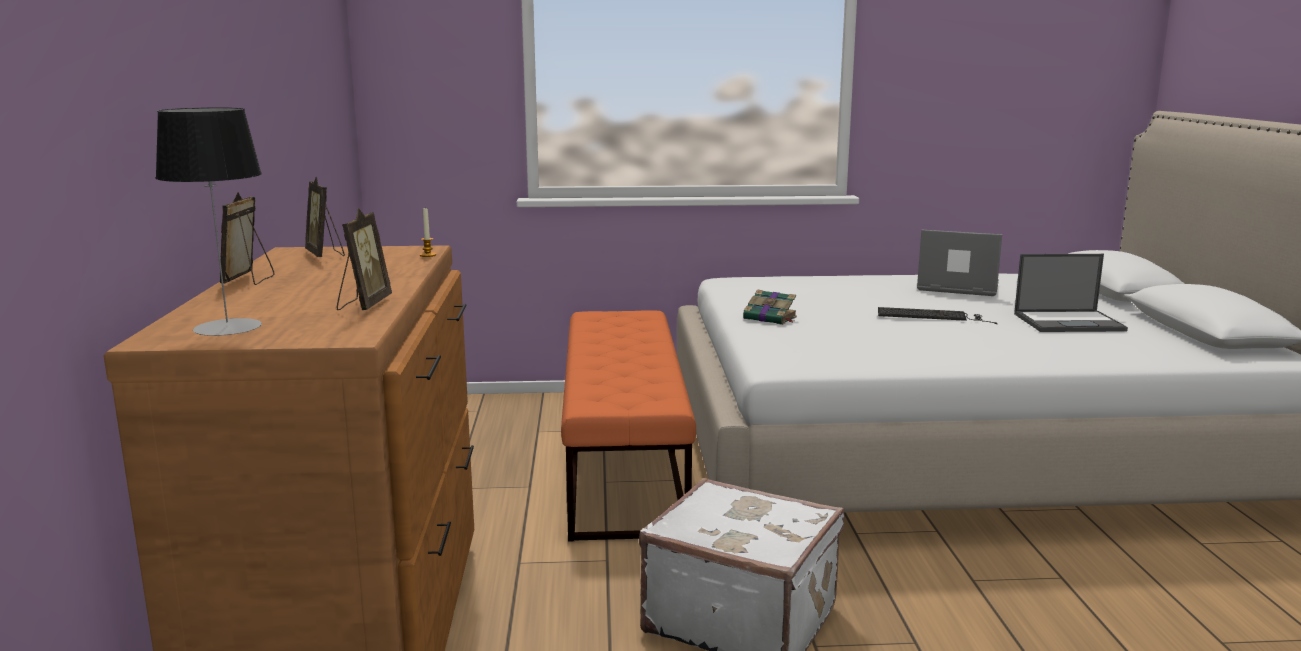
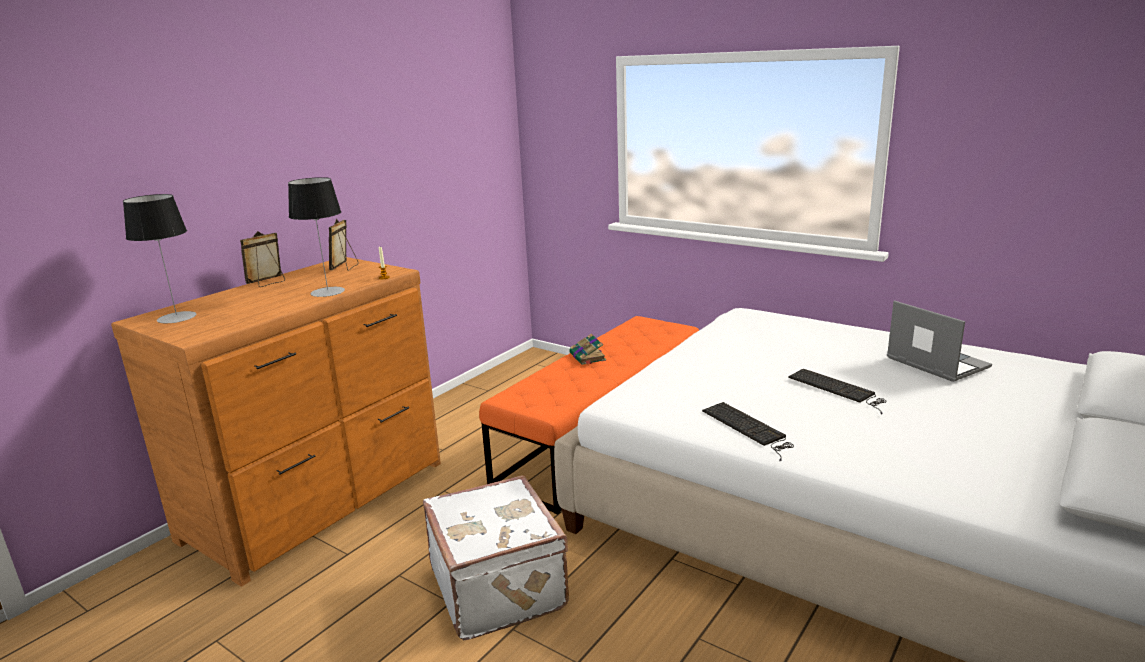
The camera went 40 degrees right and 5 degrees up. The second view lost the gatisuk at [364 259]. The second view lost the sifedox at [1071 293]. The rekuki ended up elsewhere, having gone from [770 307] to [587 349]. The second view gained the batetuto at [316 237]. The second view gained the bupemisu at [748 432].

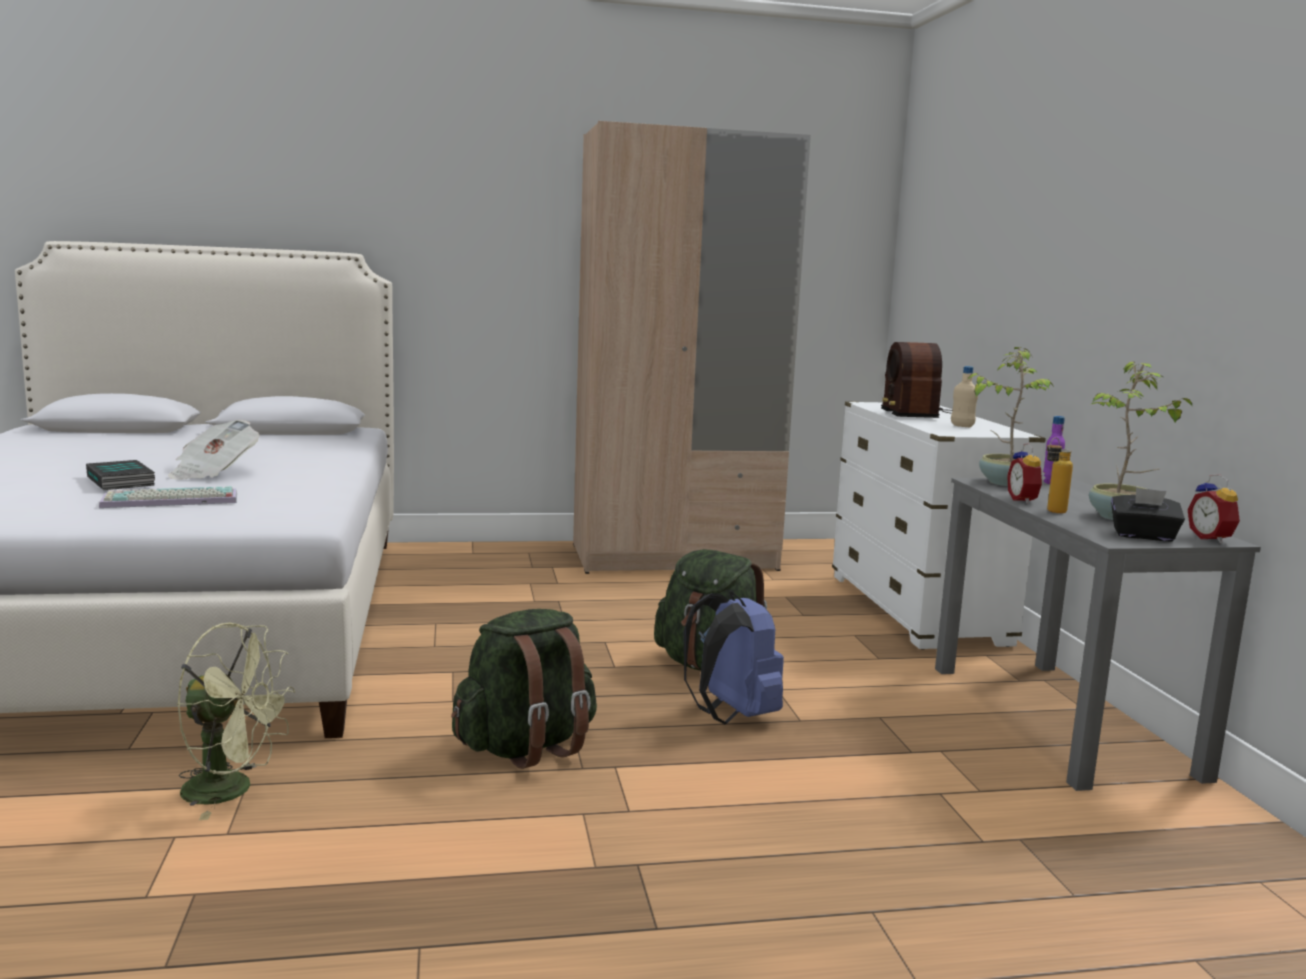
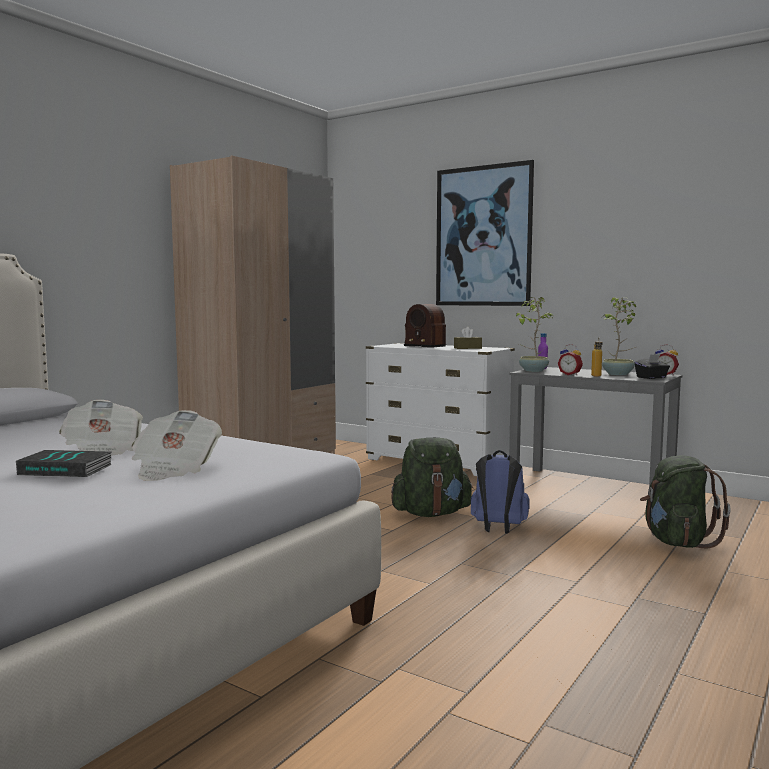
The camera went 45 degrees left and 5 degrees down. Where the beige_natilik stood at [964 396], the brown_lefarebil came to stand at [468 338]. Where the bupemisu stood at [168 497], the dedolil came to stand at [176 445]. The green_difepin ended up elsewhere, having gone from [524 689] to [685 501]. The second view lost the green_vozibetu at [236 721]. The second view gained the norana at [485 233].

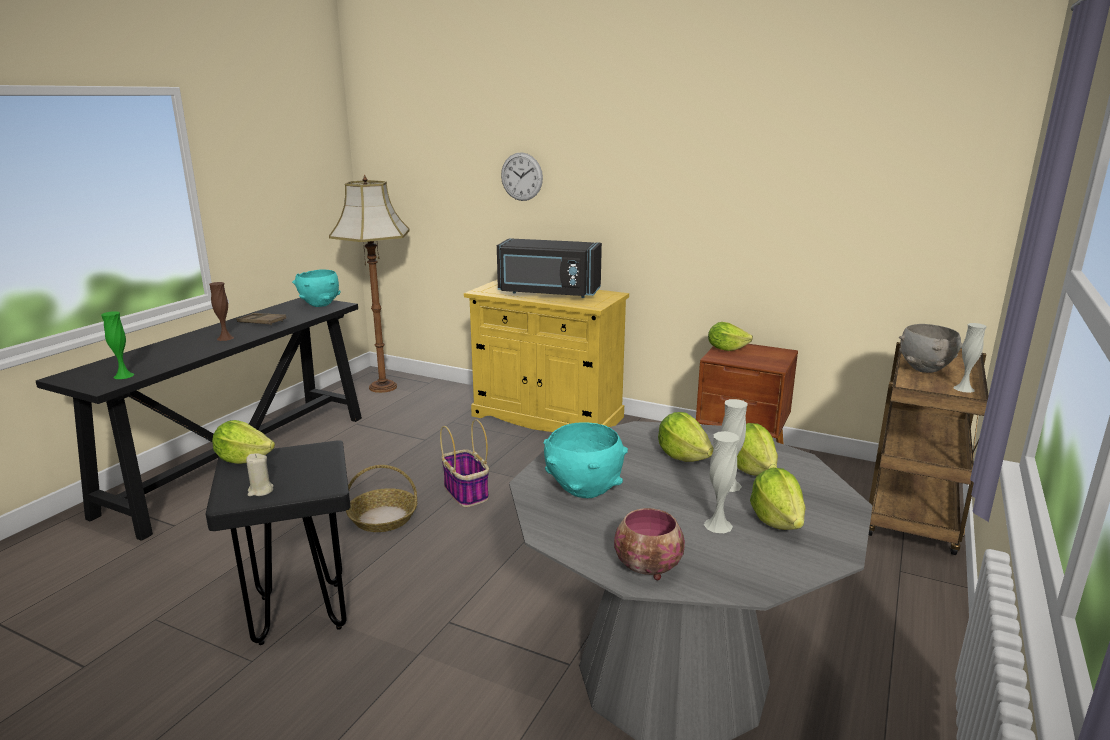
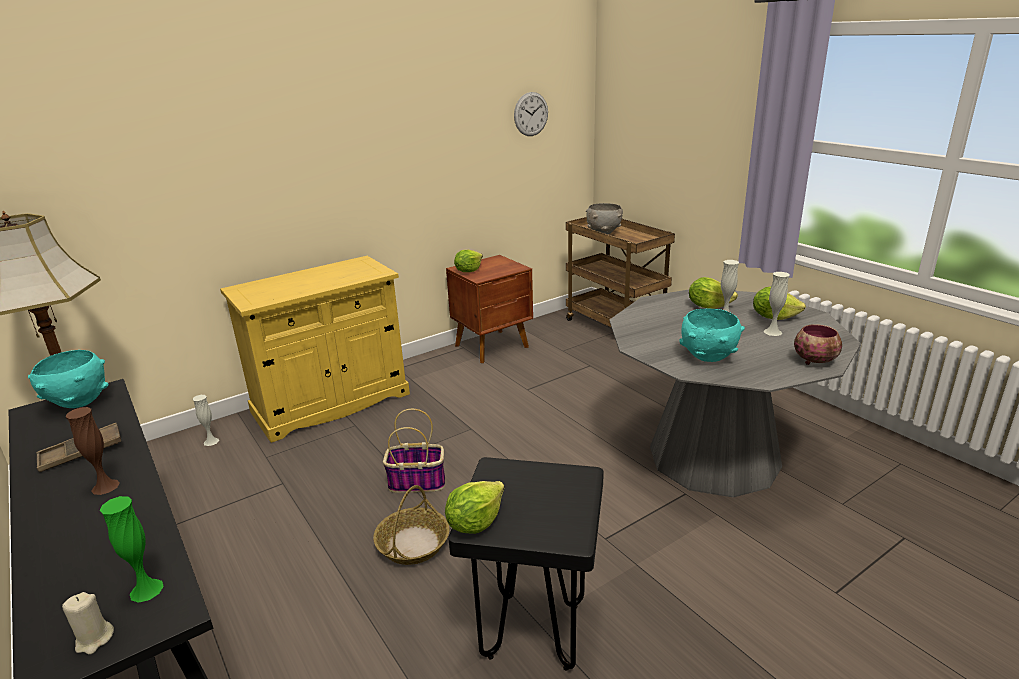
The camera went 60 degrees left and 5 degrees up. The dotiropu ended up elsewhere, having gone from [522 176] to [531 114]. The second view lost the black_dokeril at [549 268]. The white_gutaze ended up elsewhere, having gone from [970 358] to [205 420]. The second view lost the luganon at [686 437]. The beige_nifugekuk ended up elsewhere, having gone from [260 474] to [88 623].

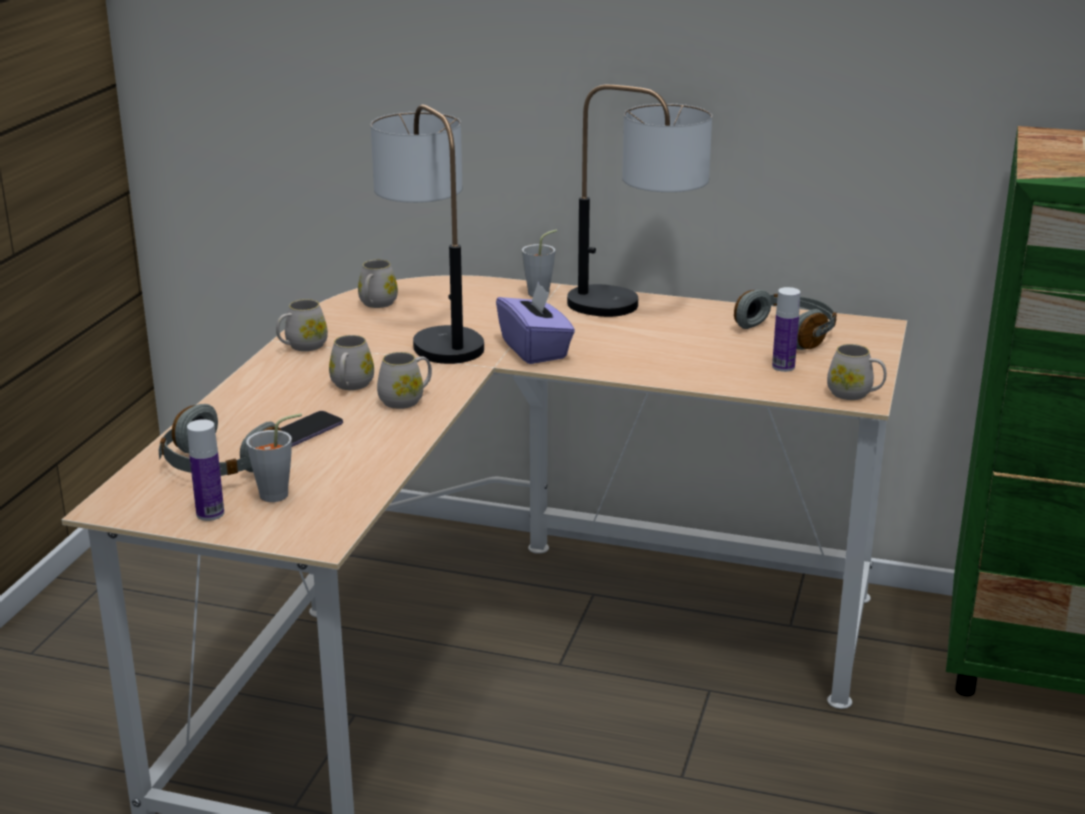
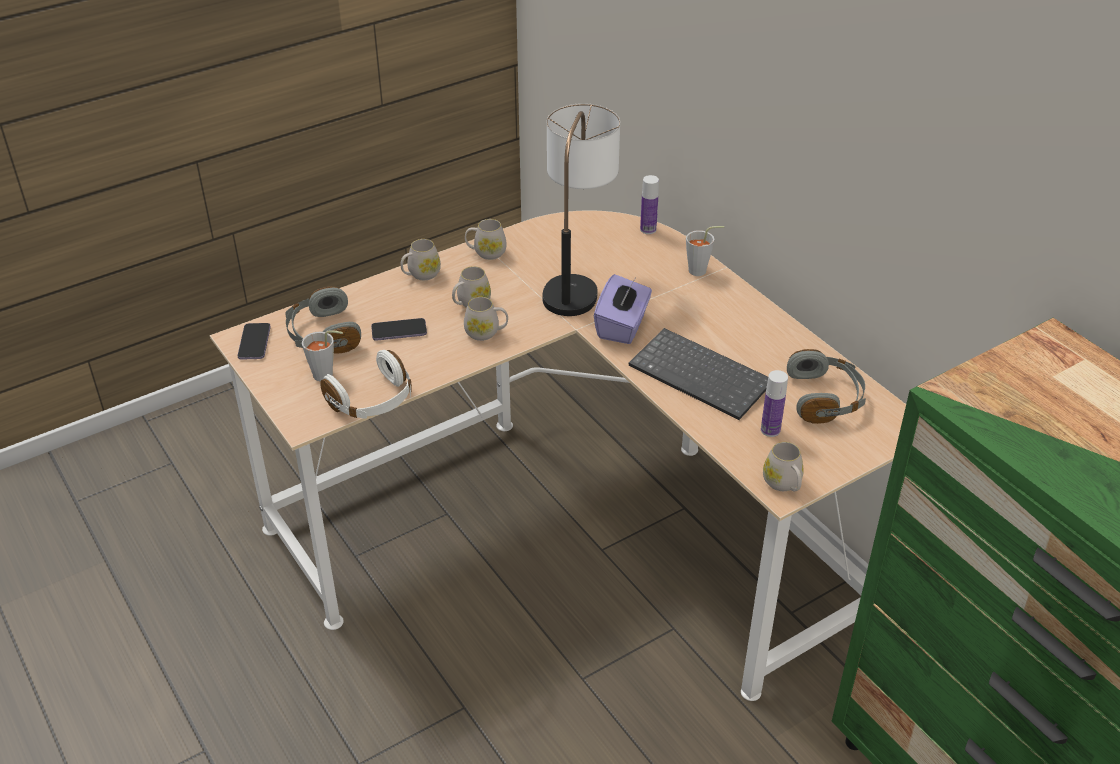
The camera went 40 degrees right and 15 degrees up. The second view lost the batetuto at [639 201]. The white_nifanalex ended up elsewhere, having gone from [378 284] to [420 259]. The natilik ended up elsewhere, having gone from [205 470] to [649 204]. The second view gained the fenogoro at [254 341]. The second view gained the bupemisu at [698 374]. The second view gained the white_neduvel at [366 384].

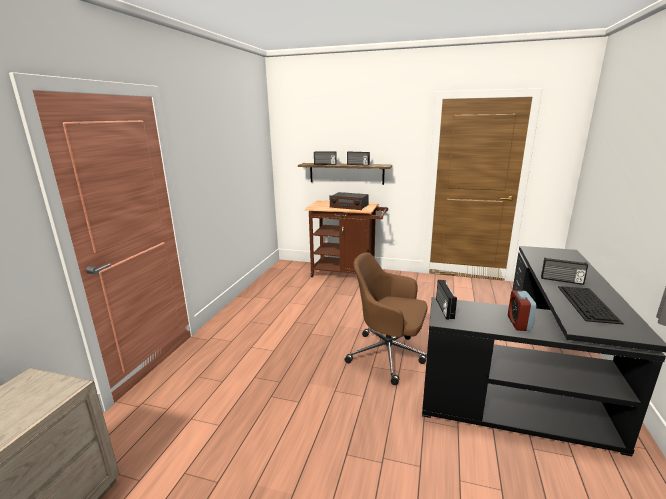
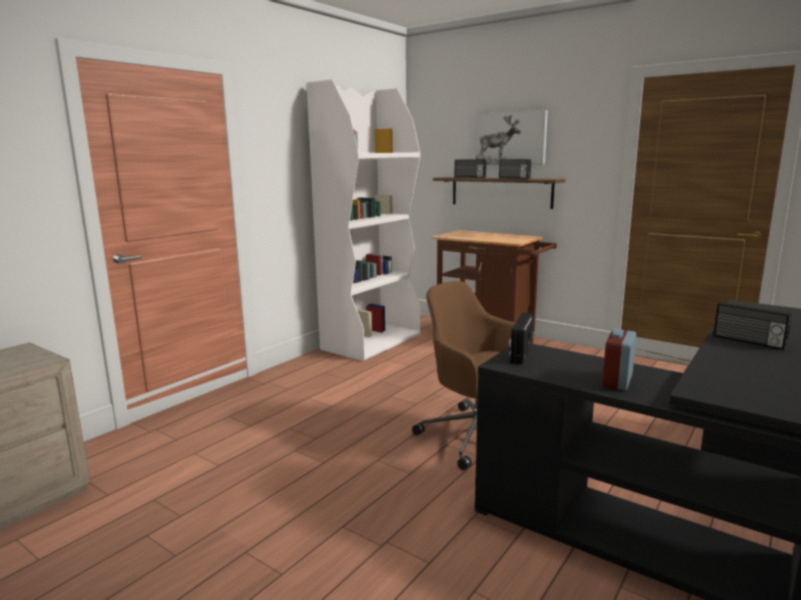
The camera went 20 degrees right and 5 degrees down. The second view lost the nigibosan at [349 201]. The second view lost the bupemisu at [591 305]. The second view gained the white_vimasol at [364 220]. The second view gained the norana at [511 137].

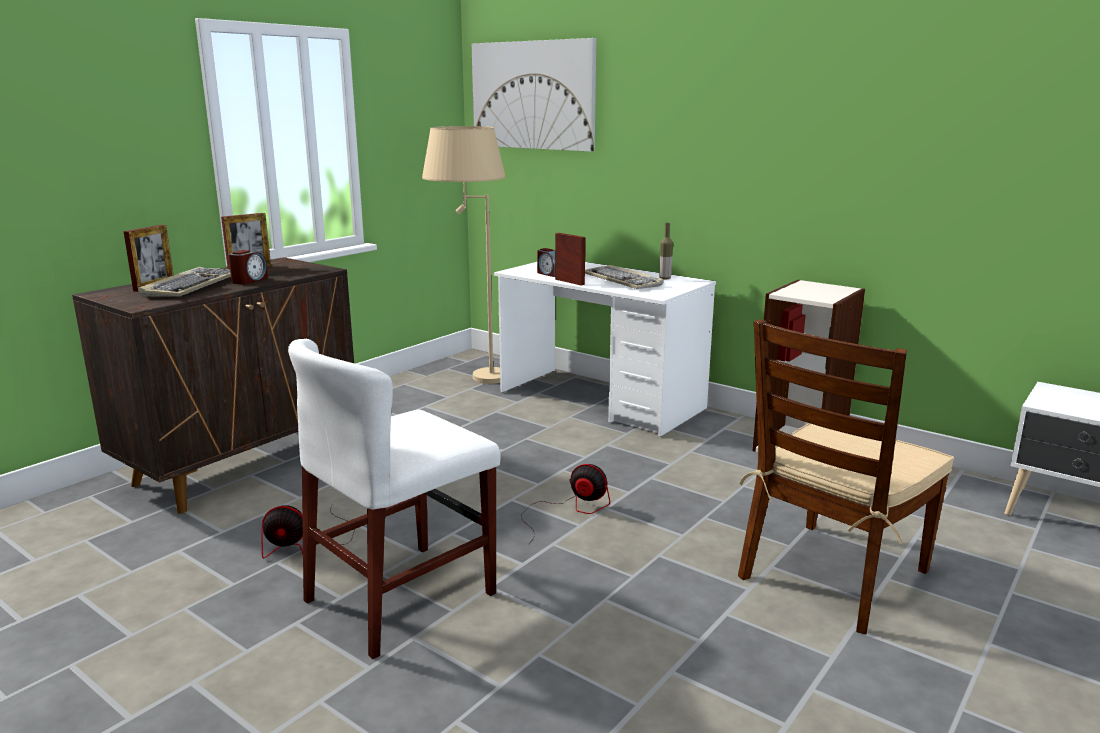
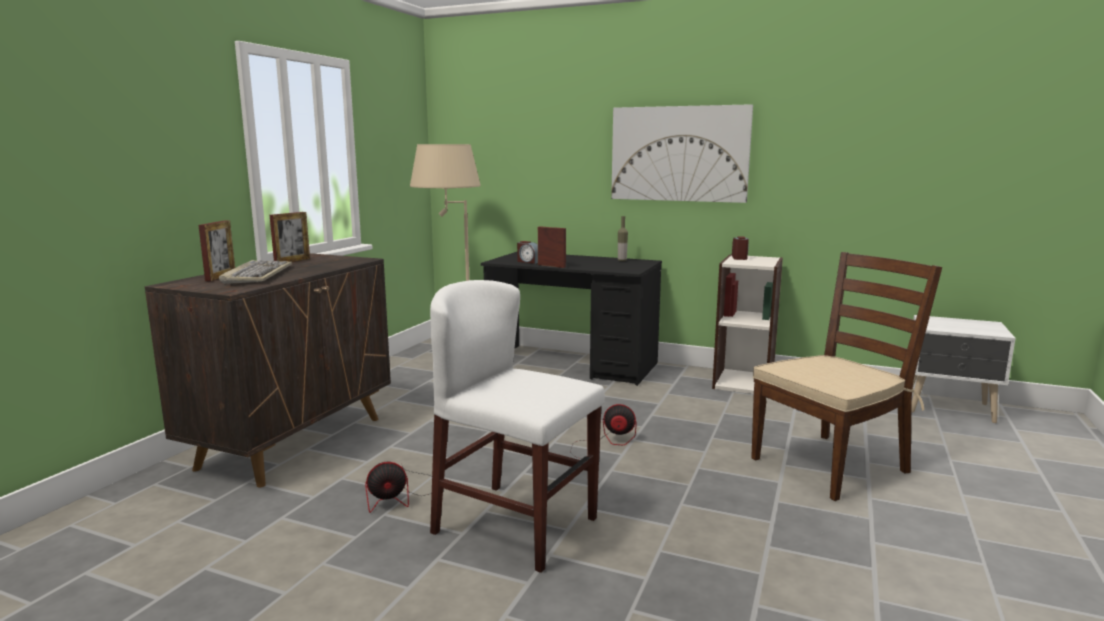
The camera went 15 degrees left and 5 degrees down. The norana ended up elsewhere, having gone from [534 95] to [682 153]. The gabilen ended up elsewhere, having gone from [248 267] to [740 248]. What was the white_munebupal at [605 349] turned into the black_munebupal at [571 319]. The second view lost the bupemisu at [624 277]. The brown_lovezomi at [846 476] ended up facing another way, 150 degrees counterclockwise from before. The white_lovezomi at [394 499] ended up facing another way, 90 degrees clockwise from before.

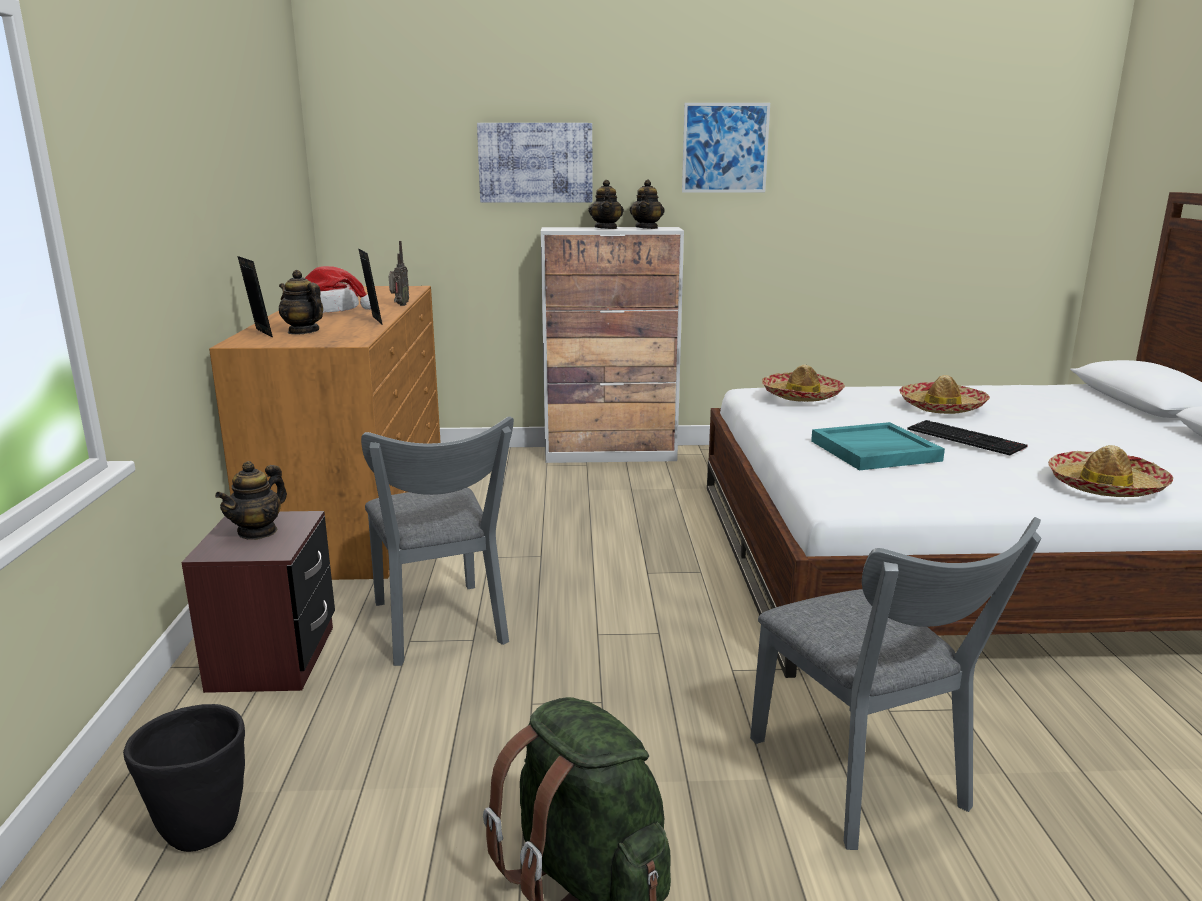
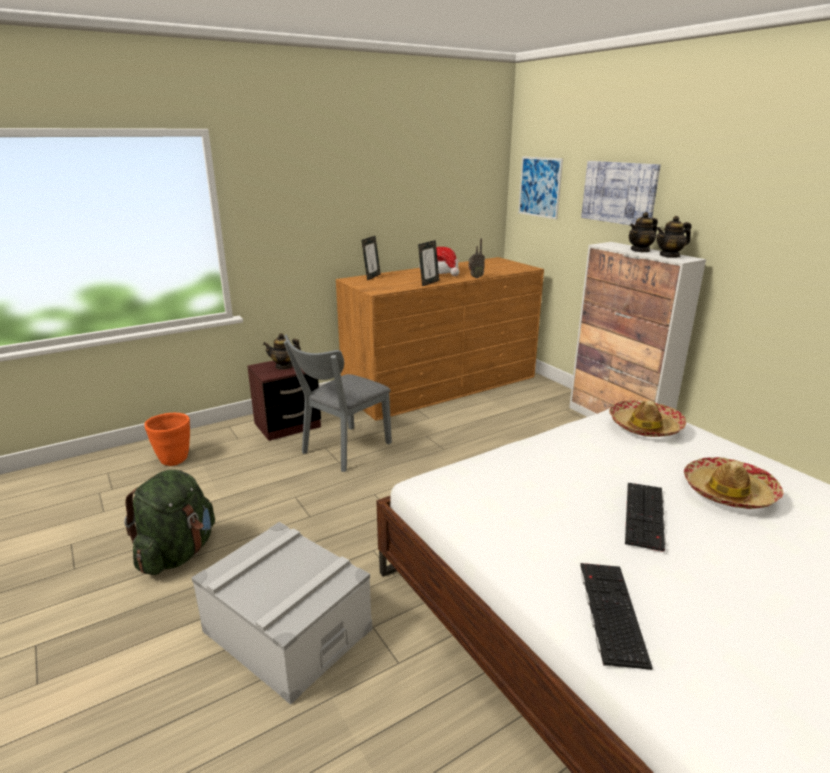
The camera went 60 degrees right and 5 degrees up. The norana ended up elsewhere, having gone from [726 148] to [540 187]. The second view lost the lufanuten at [301 302]. The second view lost the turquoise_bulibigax at [878 446]. Where the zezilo stood at [1111 471], the bupemisu came to stand at [616 616]. Where the grey_lovezomi stood at [896 683], the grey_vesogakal came to stand at [282 613]. What was the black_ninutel at [184 778] turned into the orange_ninutel at [167 439].

